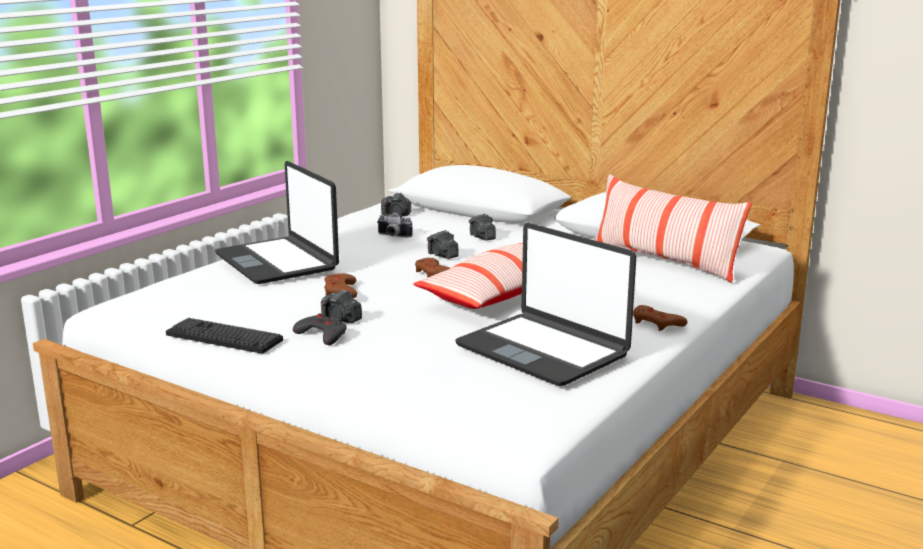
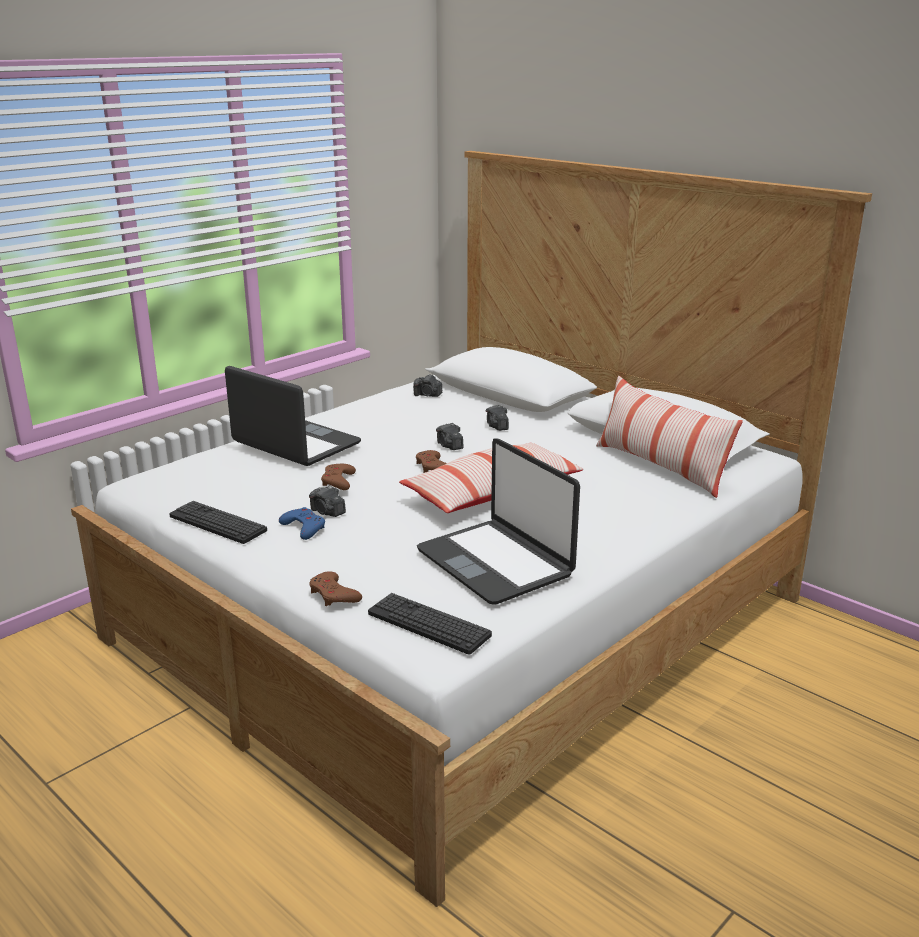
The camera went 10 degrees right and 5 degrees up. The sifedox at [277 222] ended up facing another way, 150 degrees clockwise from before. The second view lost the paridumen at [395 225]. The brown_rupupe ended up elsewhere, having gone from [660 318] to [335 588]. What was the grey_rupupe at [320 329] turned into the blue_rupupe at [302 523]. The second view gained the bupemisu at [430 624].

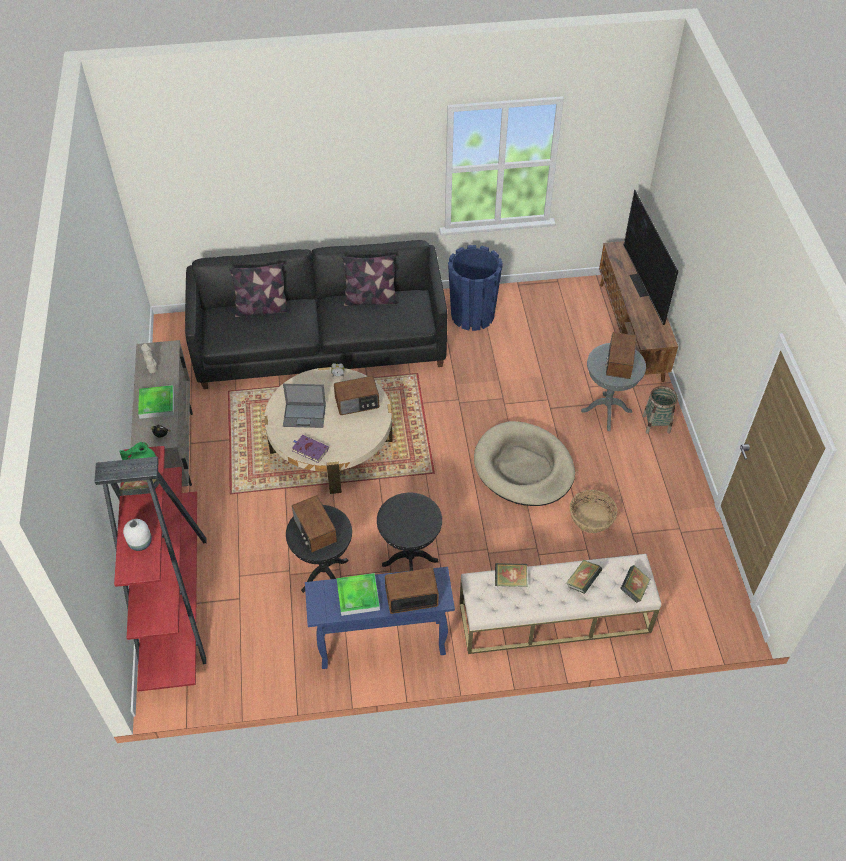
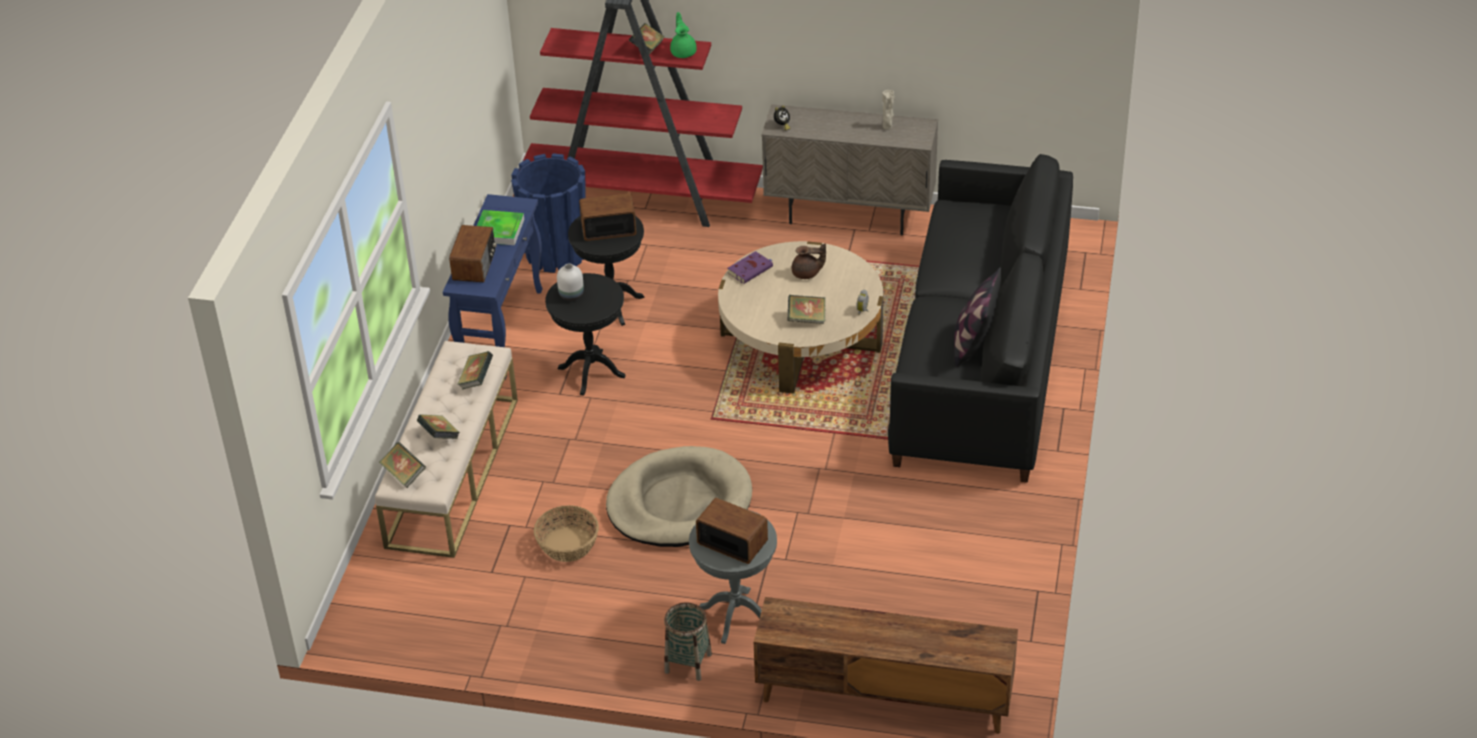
The camera went 110 degrees right and 10 degrees down. The second view lost the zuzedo at [651 257]. The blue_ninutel ended up elsewhere, having gone from [475 288] to [548 213]. The second view lost the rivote at [259 289]. Where the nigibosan stood at [356 395], the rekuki came to stand at [806 309]. Where the sifedox stood at [304 406], the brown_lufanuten came to stand at [809 261]. The second view lost the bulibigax at [156 402]. The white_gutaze ended up elsewhere, having gone from [137 535] to [570 282].

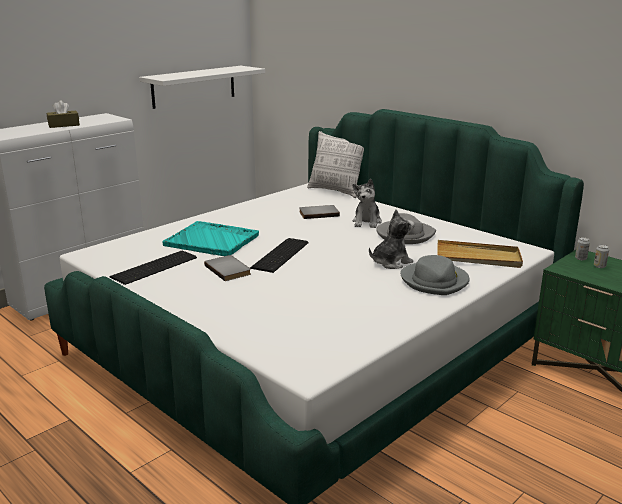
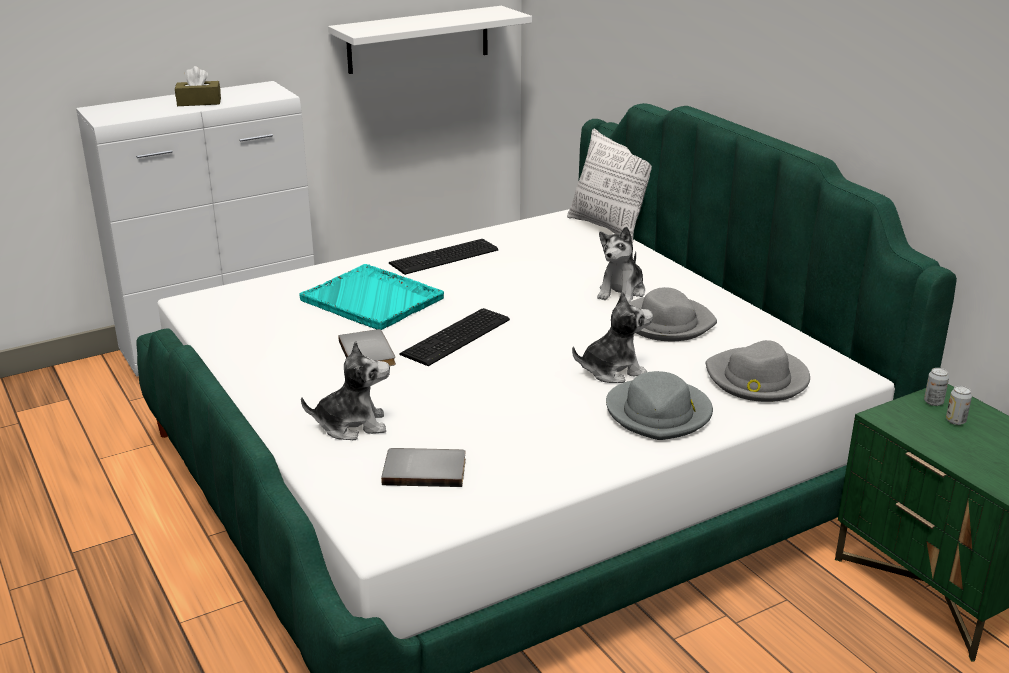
The camera went 15 degrees right and 5 degrees up. The grey_rekuki ended up elsewhere, having gone from [319 212] to [423 467]. Where the beige_bulibigax stood at [480 254], the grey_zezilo came to stand at [758 371]. The bupemisu ended up elsewhere, having gone from [153 267] to [443 257]. The second view gained the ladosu at [345 390].

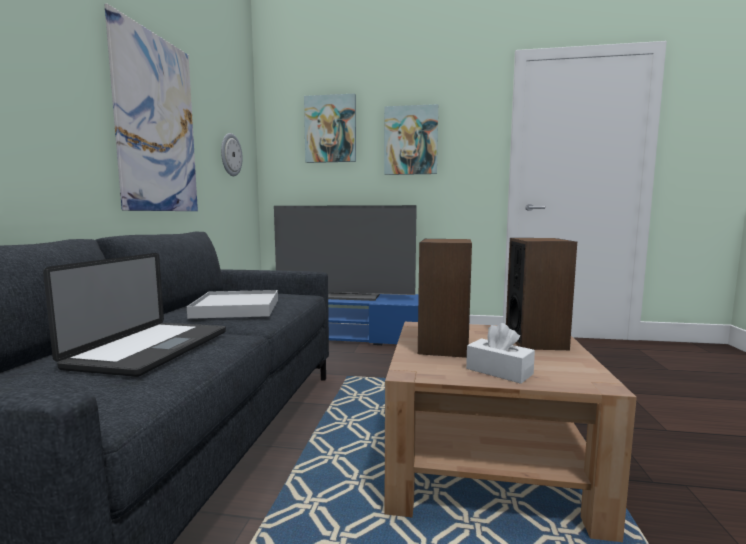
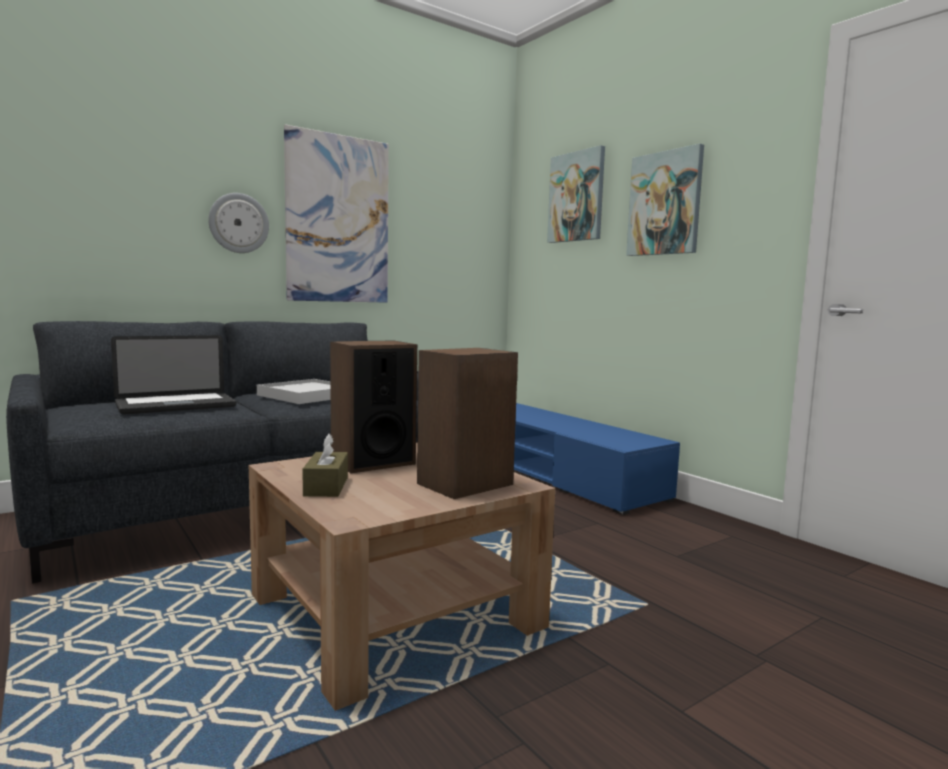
The camera went 45 degrees right and 0 degrees up. The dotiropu ended up elsewhere, having gone from [232 154] to [238 223]. The second view lost the zuzedo at [345 253]. What was the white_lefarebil at [500 353] turned into the brown_lefarebil at [325 465].

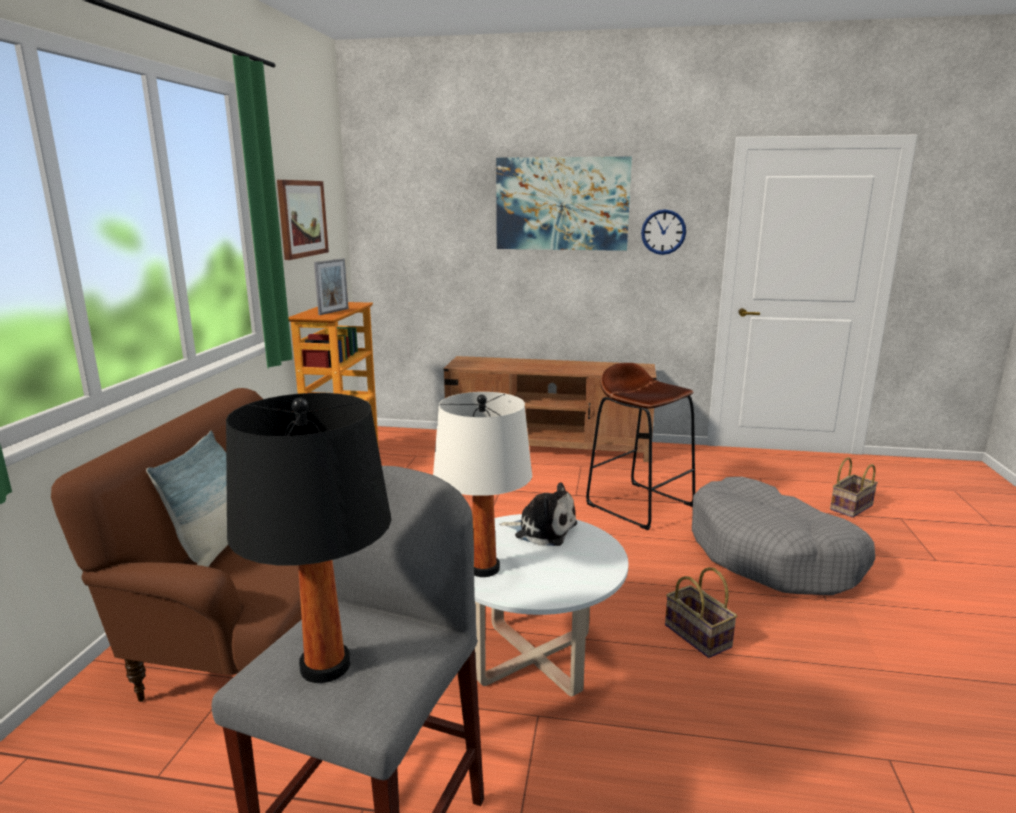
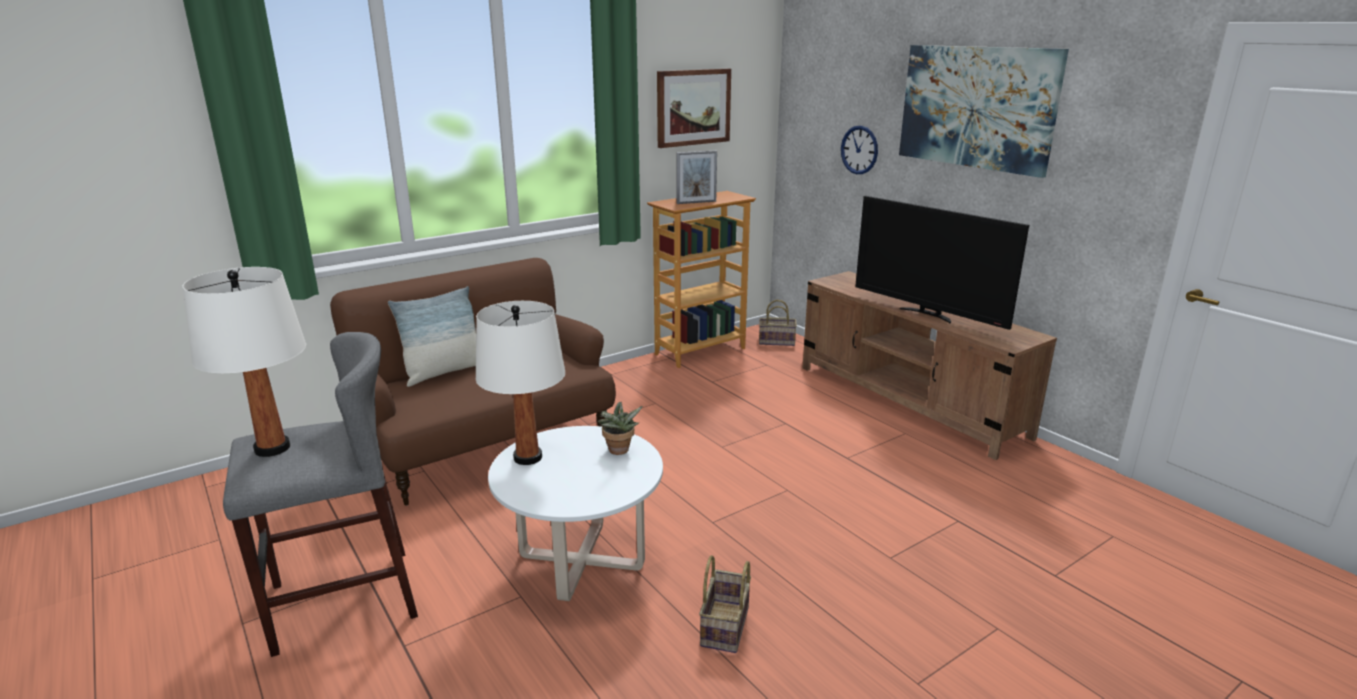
The camera went 45 degrees right and 5 degrees up. The dotiropu ended up elsewhere, having gone from [663 232] to [859 150]. The second view lost the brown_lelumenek at [640 446]. What was the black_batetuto at [308 538] turned into the white_batetuto at [244 362]. The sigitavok ended up elsewhere, having gone from [854 487] to [778 323]. The second view lost the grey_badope at [783 536]. Where the ladosu stood at [538 514], the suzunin came to stand at [620 428]. The second view gained the zuzedo at [942 263].

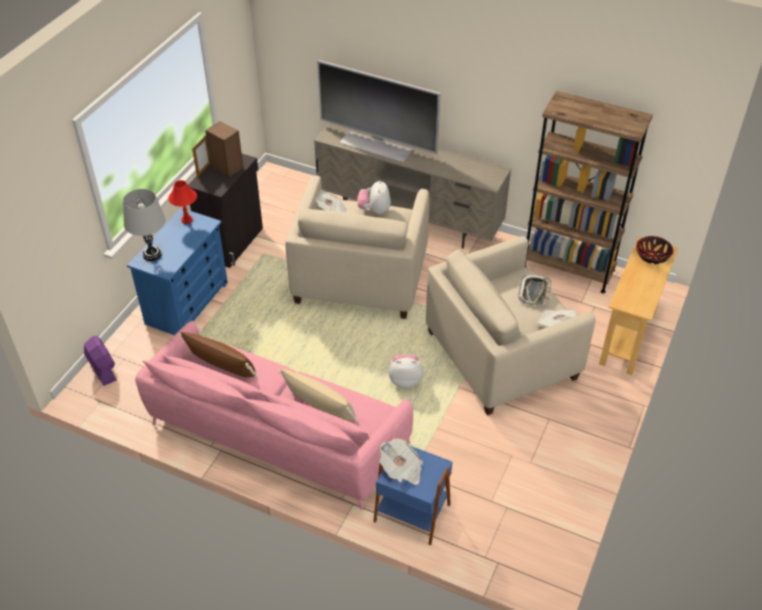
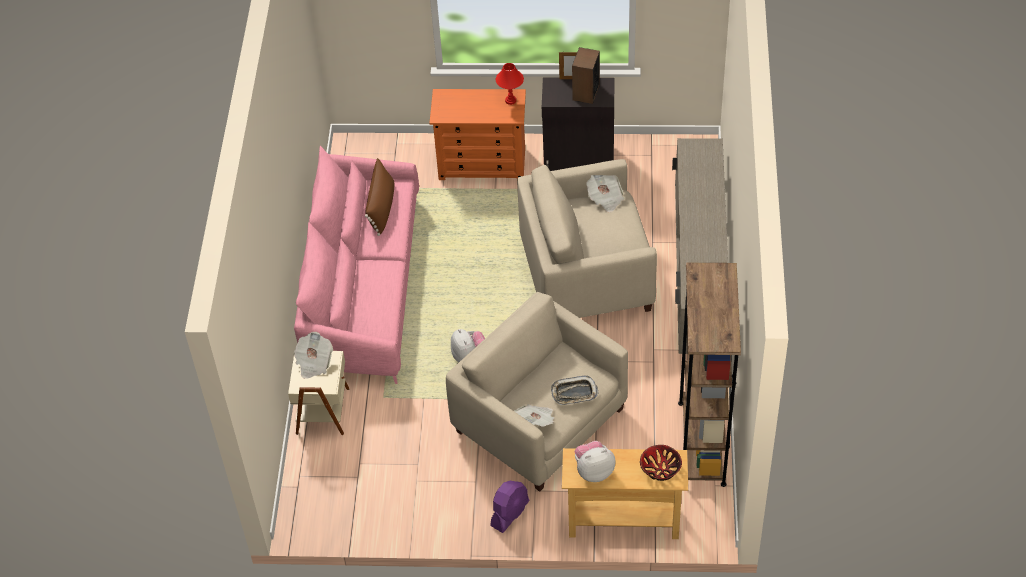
The camera went 70 degrees right and 5 degrees up. The second view lost the zuzedo at [379 111]. The ladosu ended up elsewhere, having gone from [374 197] to [595 461]. The second view lost the grey_batetuto at [144 225]. What was the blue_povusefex at [177 271] turned into the orange_povusefex at [478 134]. The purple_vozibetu ended up elsewhere, having gone from [100 361] to [509 507]. The second view lost the beige_rivote at [317 395]. What was the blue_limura at [412 495] turned into the beige_limura at [318 393].

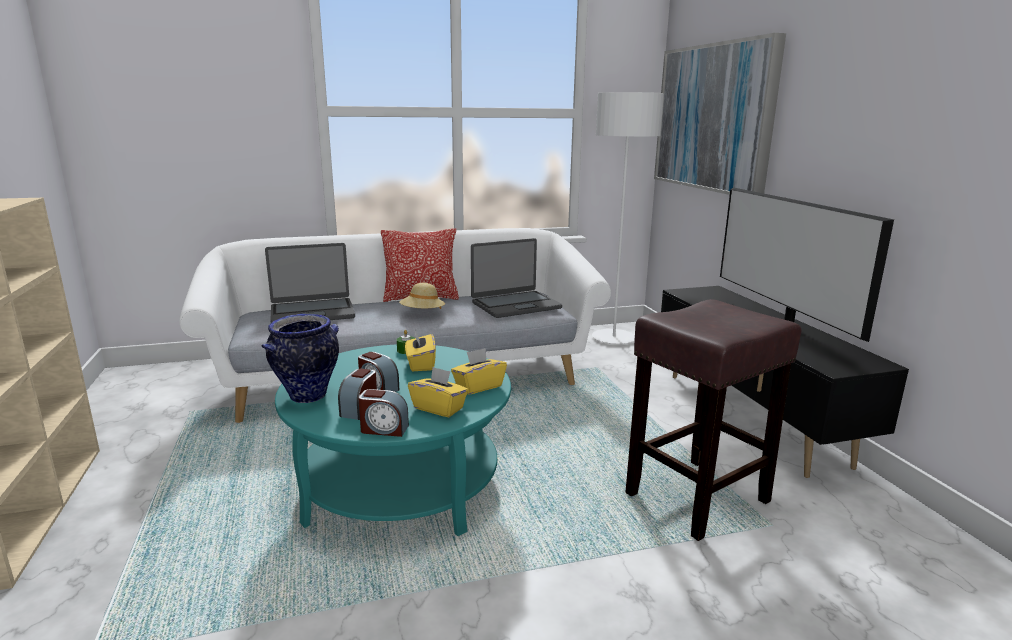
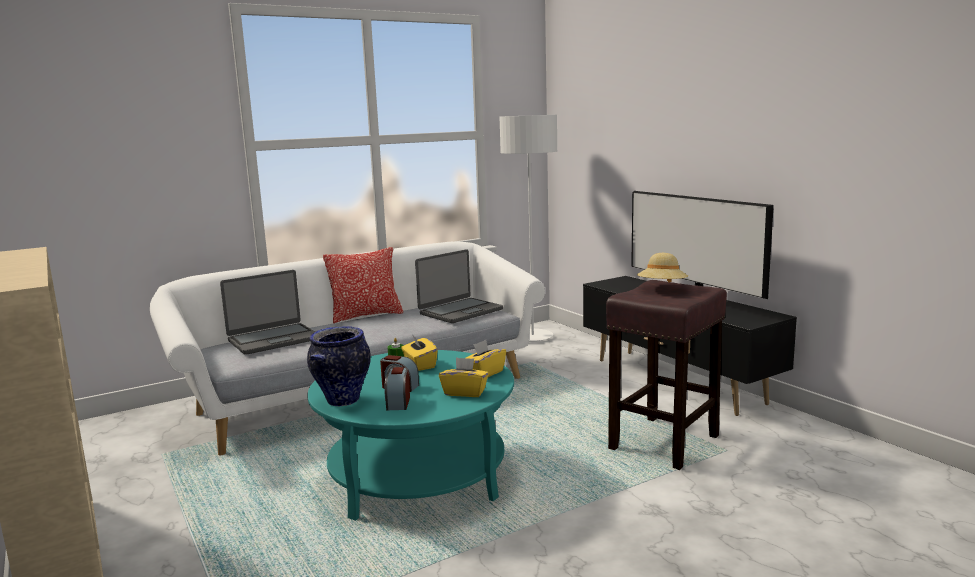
The camera went 15 degrees left and 5 degrees down. The second view lost the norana at [720 114]. The beige_zezilo ended up elsewhere, having gone from [422 296] to [662 267]. The second view lost the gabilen at [383 413].

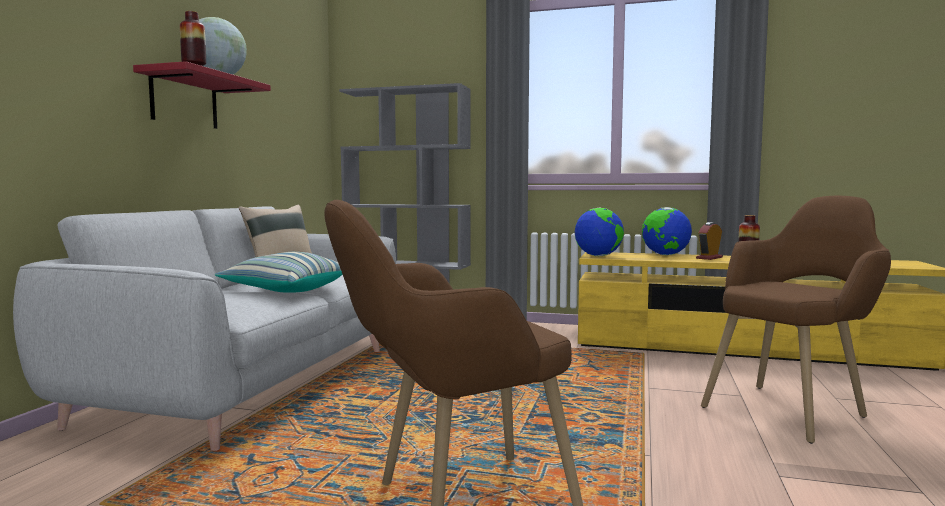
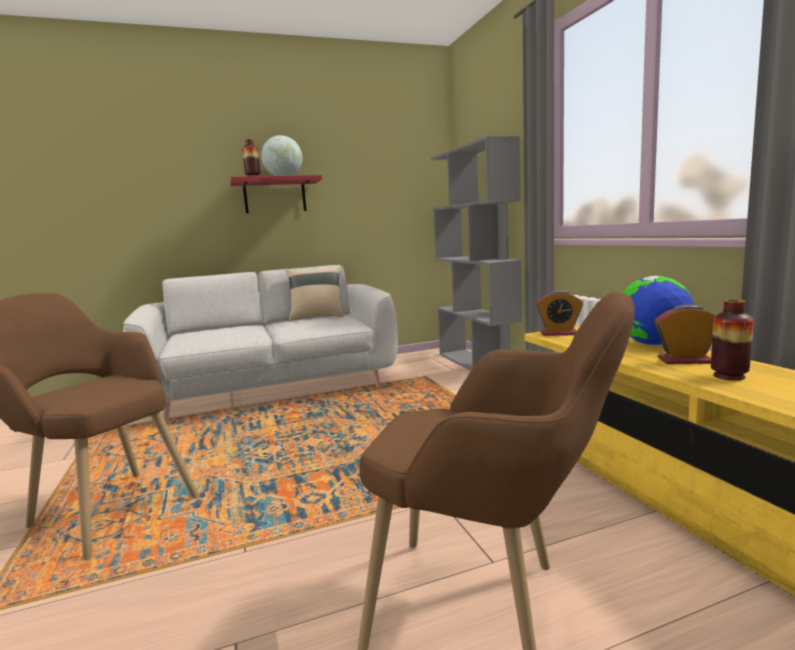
The camera went 55 degrees right and 5 degrees up. Where the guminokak stood at [599 231], the gabilen came to stand at [559 313]. The second view lost the rivote at [279 272].

